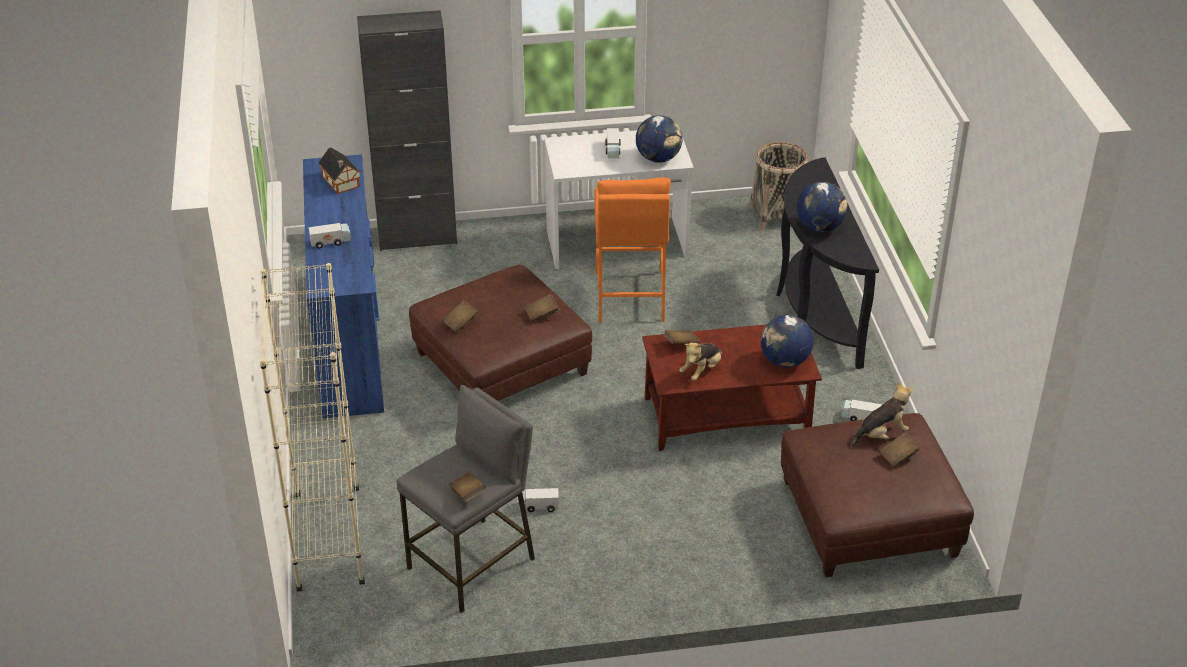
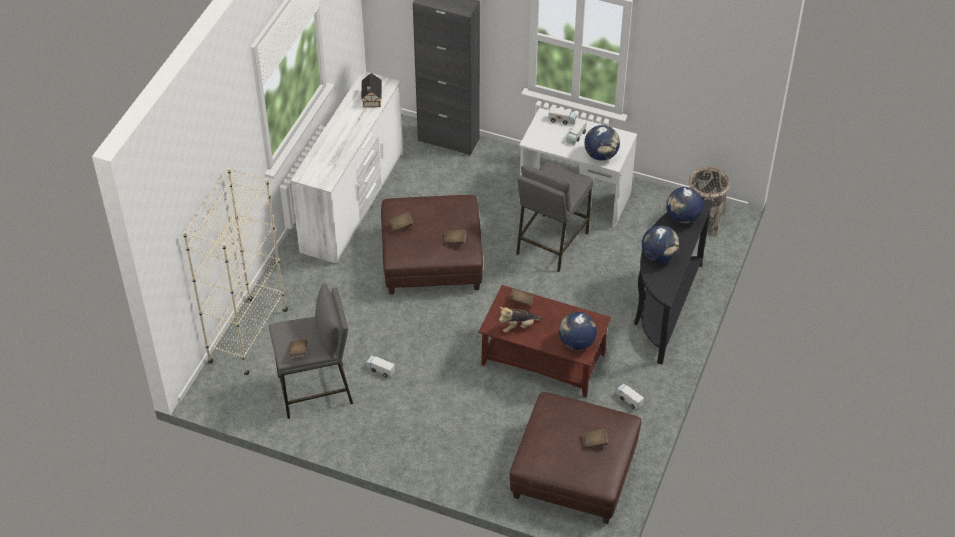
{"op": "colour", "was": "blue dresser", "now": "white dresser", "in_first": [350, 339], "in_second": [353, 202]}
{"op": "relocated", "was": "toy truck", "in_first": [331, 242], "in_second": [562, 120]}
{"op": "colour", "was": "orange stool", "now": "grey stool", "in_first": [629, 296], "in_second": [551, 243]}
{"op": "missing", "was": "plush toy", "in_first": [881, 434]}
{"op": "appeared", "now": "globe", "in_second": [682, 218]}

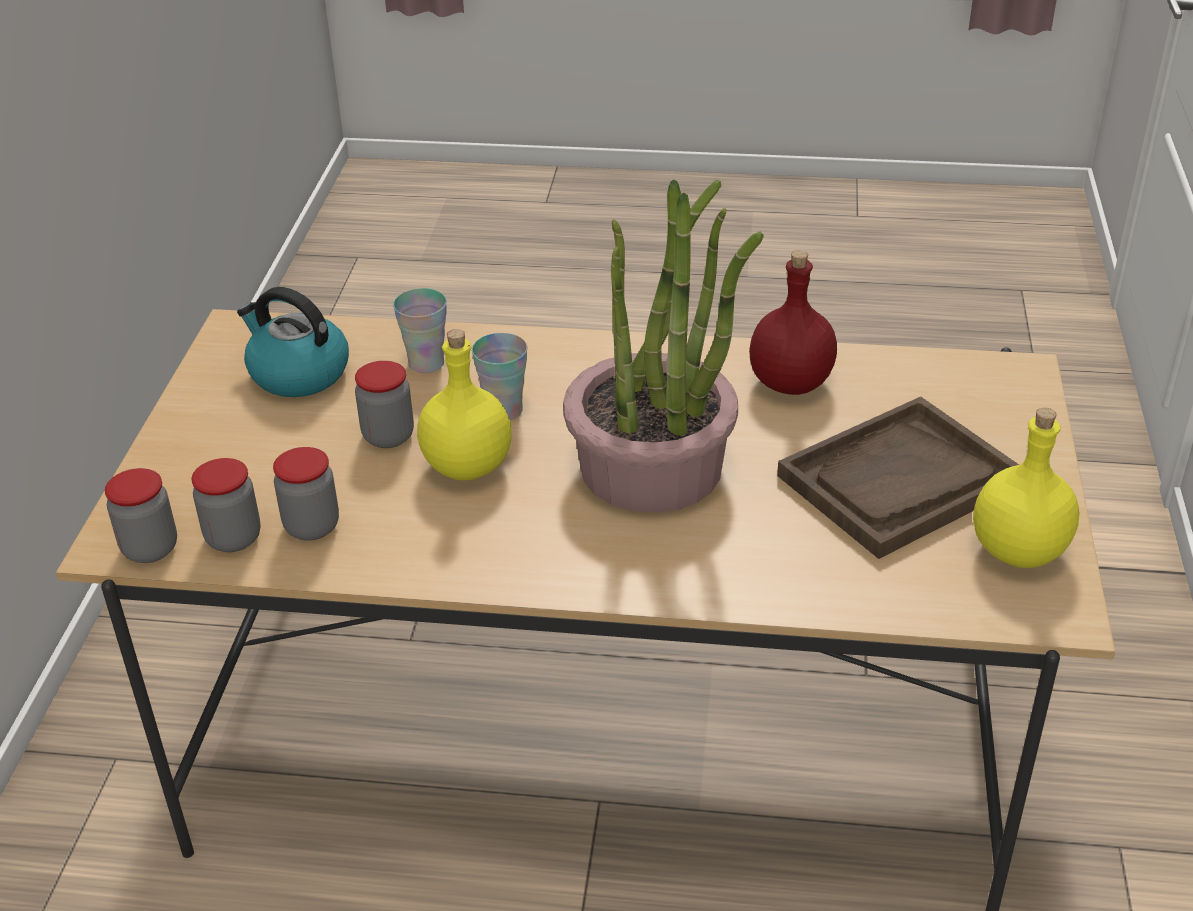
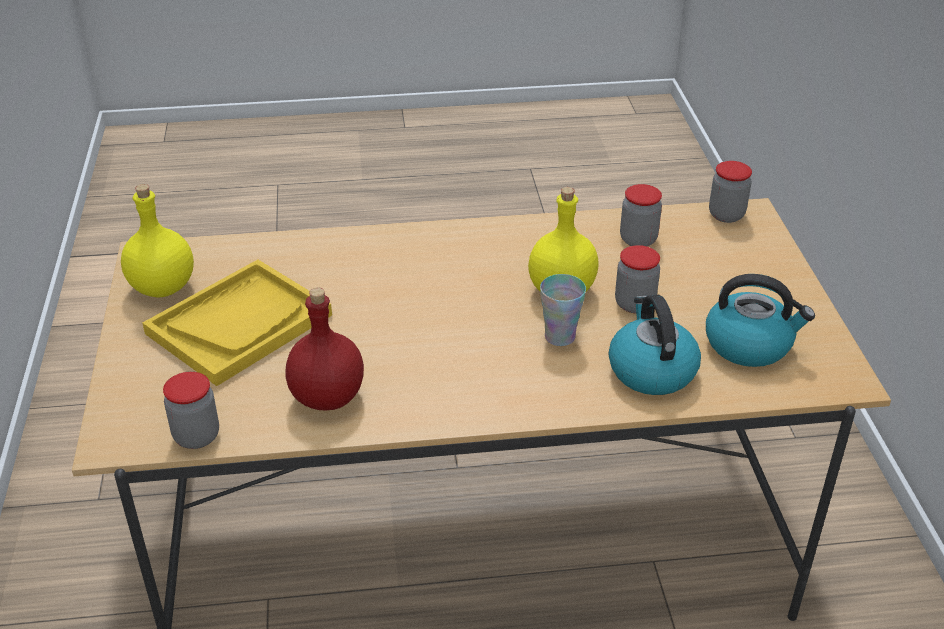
{"op": "relocated", "was": "jar", "in_first": [233, 538], "in_second": [196, 436]}
{"op": "exchanged", "was": "cup", "now": "kettle", "in_first": [426, 363], "in_second": [651, 370]}
{"op": "missing", "was": "potted plant", "in_first": [653, 467]}
{"op": "colour", "was": "brown tray", "now": "yellow tray", "in_first": [899, 481], "in_second": [239, 324]}

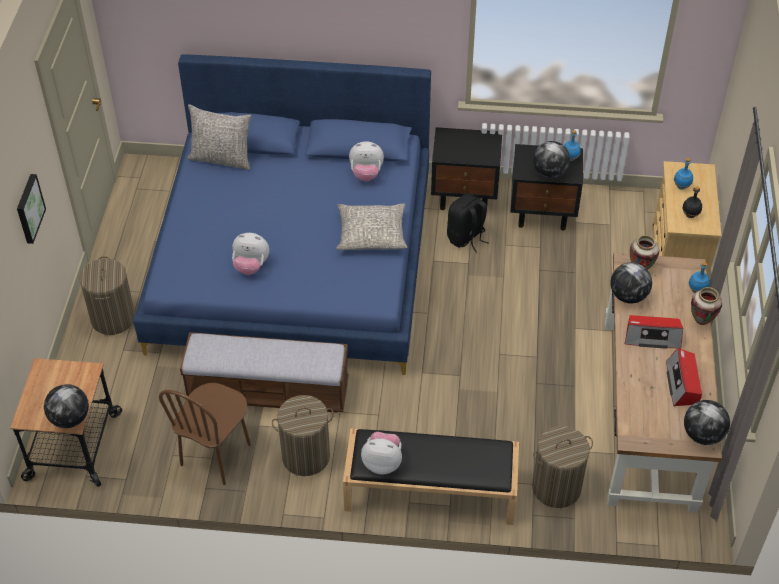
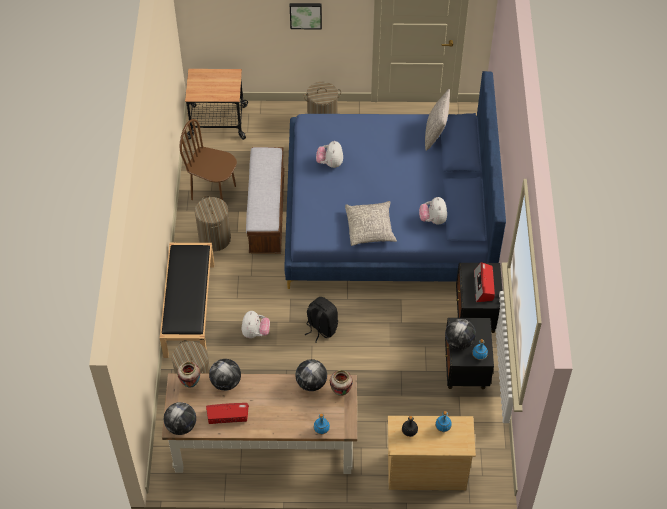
{"op": "relocated", "was": "globe", "in_first": [70, 418], "in_second": [226, 382]}
{"op": "relocated", "was": "plush toy", "in_first": [382, 462], "in_second": [255, 332]}
{"op": "relocated", "was": "black backpack", "in_first": [466, 238], "in_second": [321, 328]}
{"op": "relocated", "was": "radio", "in_first": [652, 337], "in_second": [483, 286]}
{"op": "relocated", "was": "vase", "in_first": [701, 321], "in_second": [190, 384]}

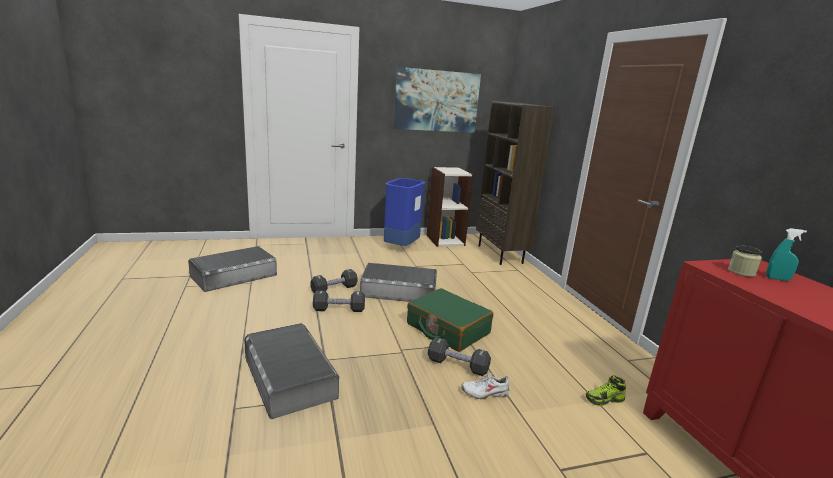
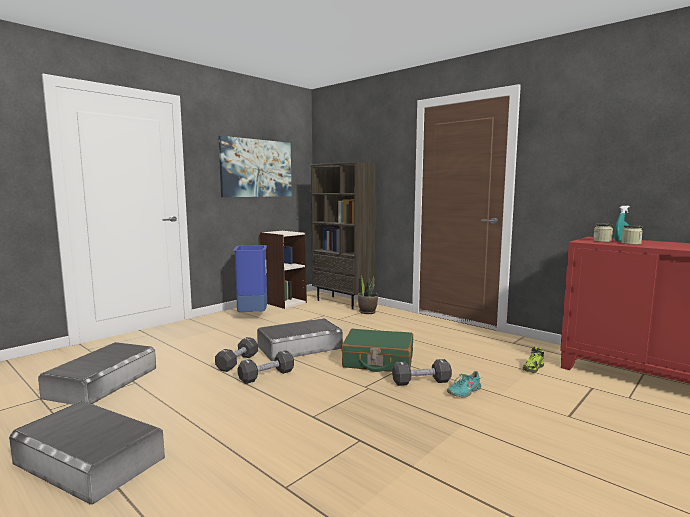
{"op": "relocated", "was": "grey storage box", "in_first": [290, 377], "in_second": [90, 460]}
{"op": "colour", "was": "white shoe", "now": "turquoise shoe", "in_first": [485, 393], "in_second": [464, 391]}
{"op": "appeared", "now": "potted plant", "in_second": [367, 312]}
{"op": "appeared", "now": "jar", "in_second": [631, 243]}

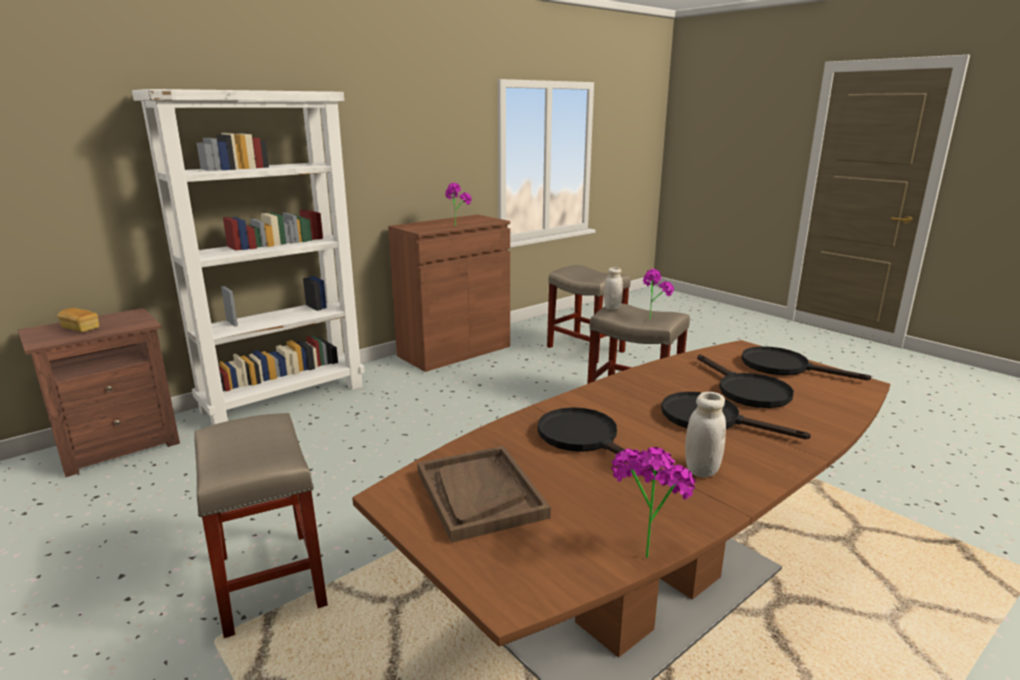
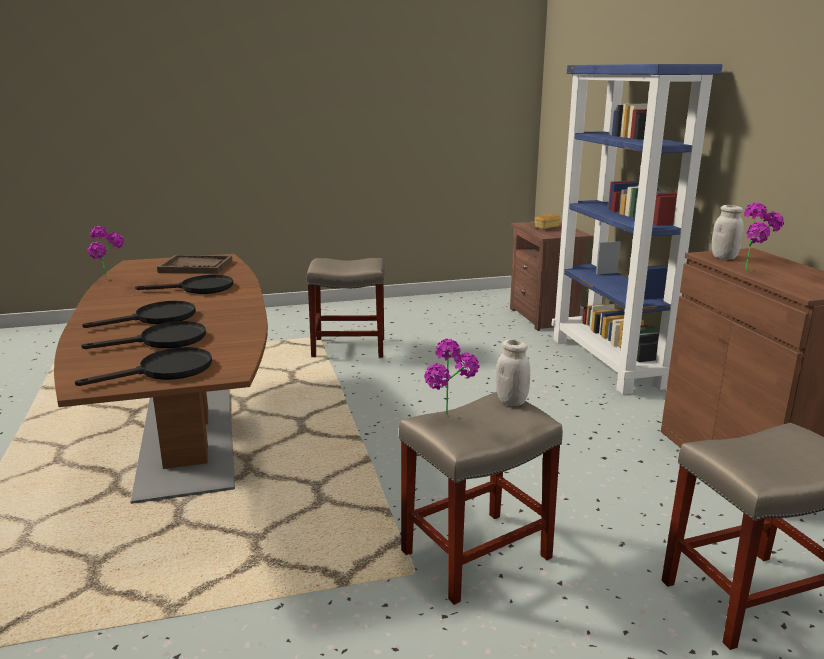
{"op": "colour", "was": "white bookcase", "now": "blue bookcase", "in_first": [285, 398], "in_second": [608, 362]}
{"op": "relocated", "was": "white jar", "in_first": [701, 470], "in_second": [724, 257]}
{"op": "spun", "was": "black frying pan", "in_first": [746, 391], "in_second": [164, 341], "clockwise": 150}

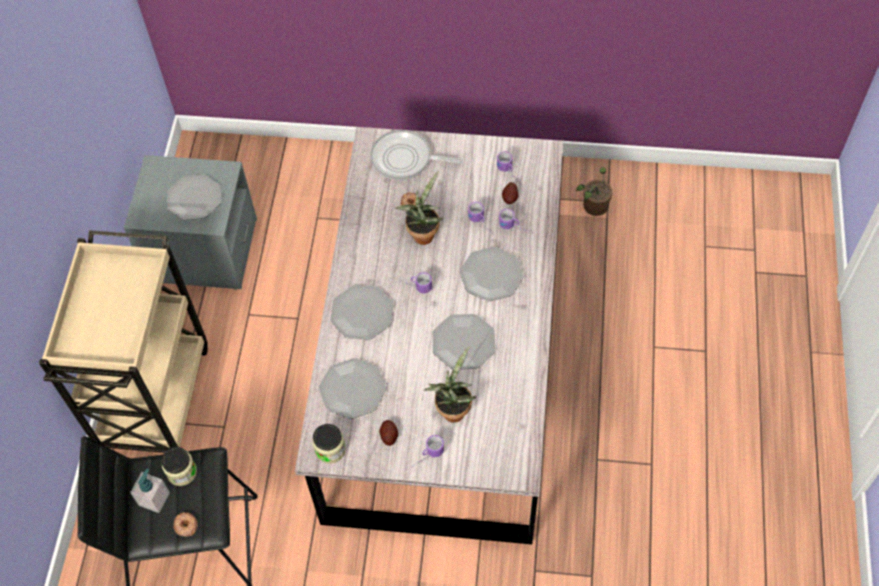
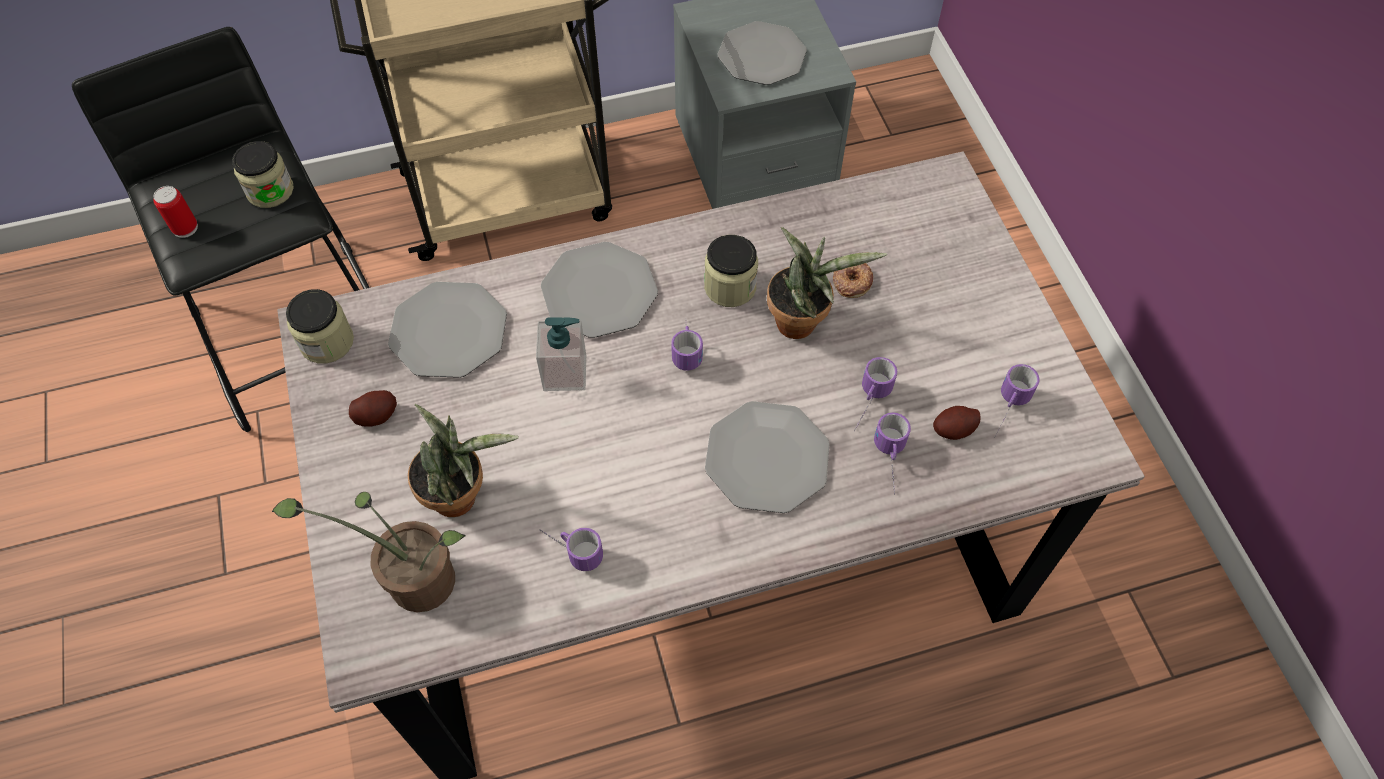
{"op": "relocated", "was": "soap dispenser", "in_first": [154, 499], "in_second": [565, 373]}
{"op": "exchanged", "was": "donut", "now": "can", "in_first": [186, 525], "in_second": [185, 228]}
{"op": "missing", "was": "frying pan", "in_first": [405, 159]}
{"op": "relocated", "was": "mug", "in_first": [426, 457], "in_second": [570, 549]}
{"op": "missing", "was": "plate", "in_first": [463, 342]}
{"op": "relocated", "was": "potted plant", "in_first": [593, 208], "in_second": [412, 577]}
{"op": "appeared", "now": "jar", "in_second": [730, 287]}

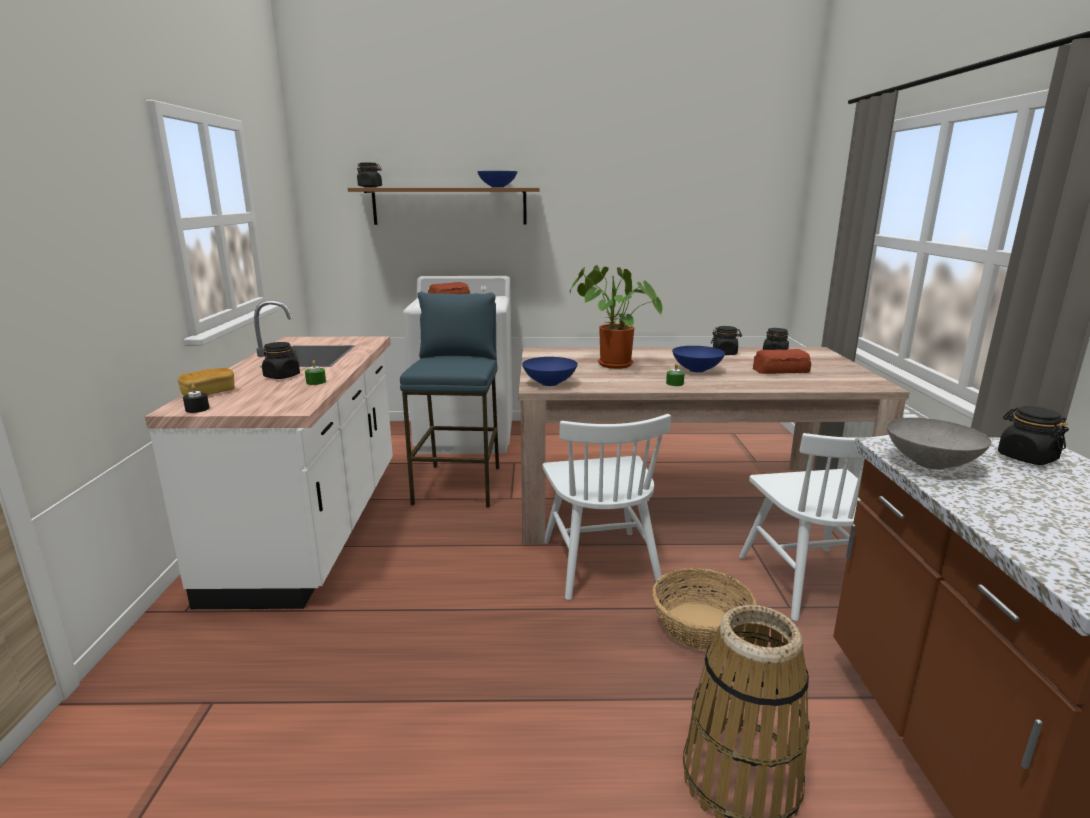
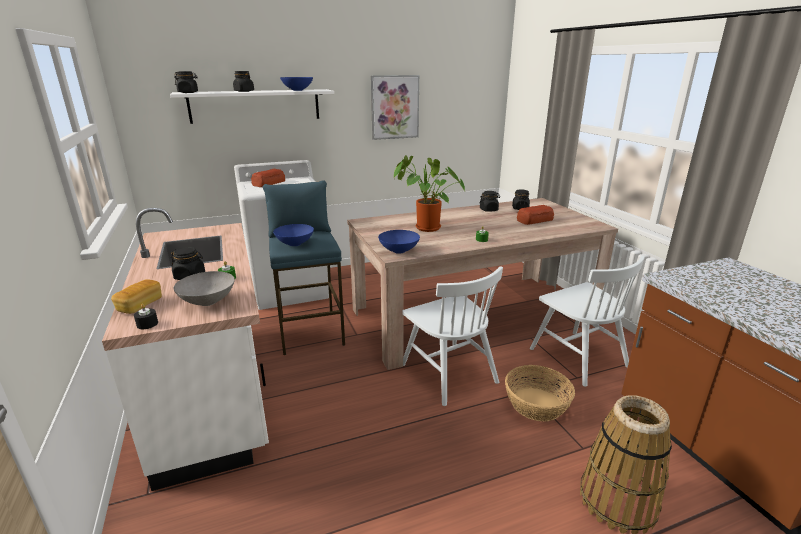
{"op": "colour", "was": "brown shelf", "now": "white shelf", "in_first": [449, 206], "in_second": [255, 106]}
{"op": "relocated", "was": "blue bowl", "in_first": [696, 370], "in_second": [294, 244]}
{"op": "relocated", "was": "grey bowl", "in_first": [929, 464], "in_second": [207, 302]}
{"op": "relocated", "was": "black jar", "in_first": [1026, 458], "in_second": [244, 91]}
{"op": "appeared", "now": "picture", "in_second": [394, 107]}

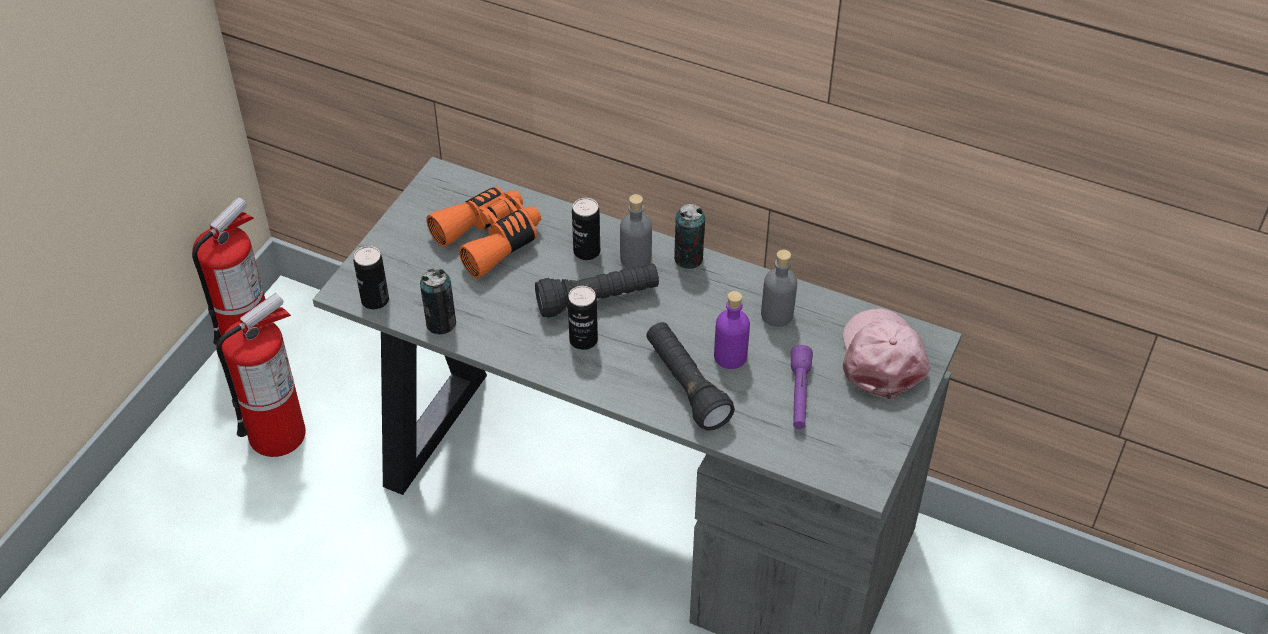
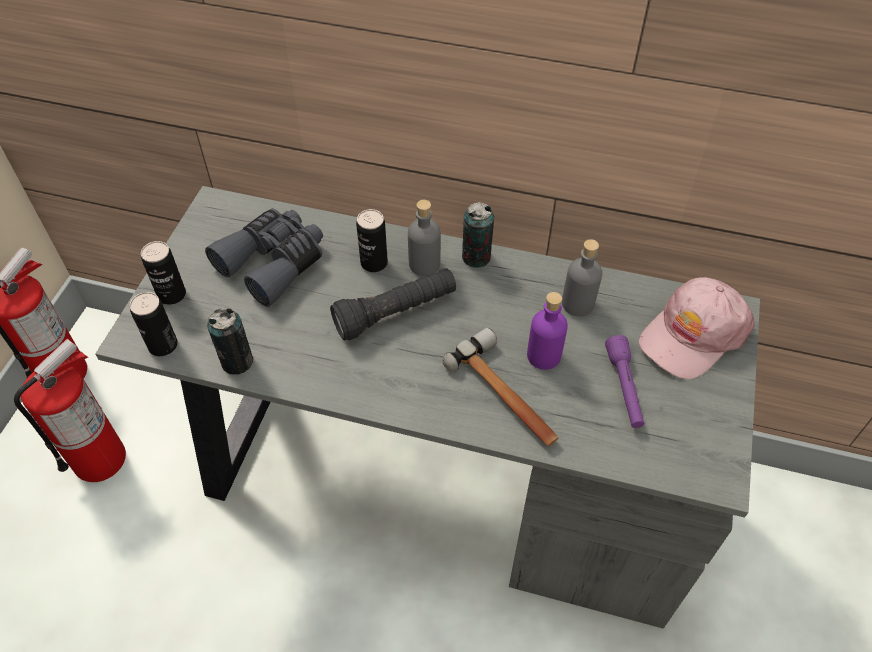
{"op": "colour", "was": "orange binoculars", "now": "grey binoculars", "in_first": [490, 239], "in_second": [274, 262]}
{"op": "relocated", "was": "can", "in_first": [583, 340], "in_second": [172, 295]}
{"op": "exchanged", "was": "black flashlight", "now": "hammer", "in_first": [686, 386], "in_second": [507, 395]}
{"op": "spun", "was": "pink cap", "in_first": [882, 357], "in_second": [693, 335], "clockwise": -120}

